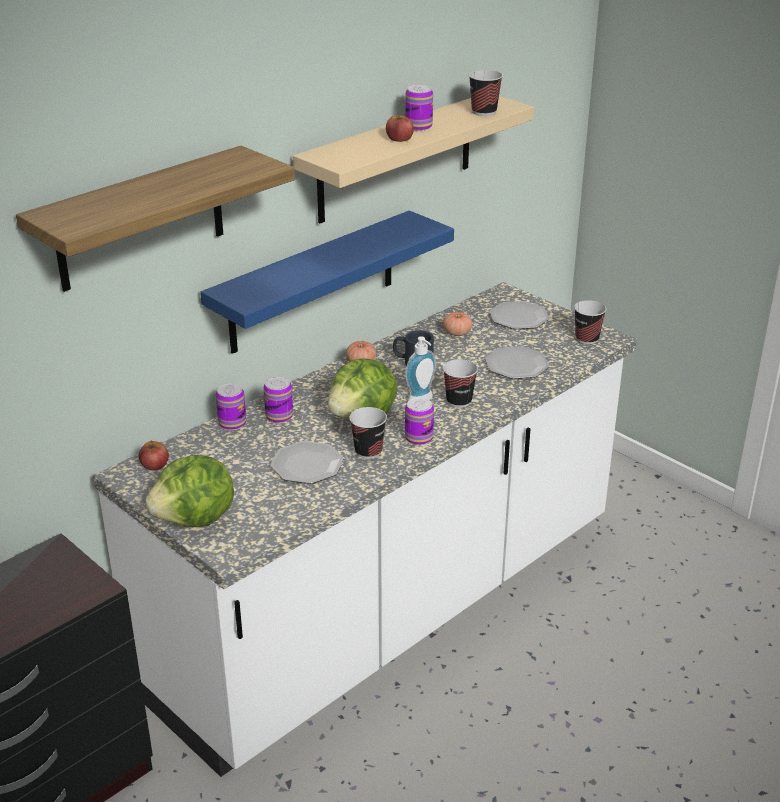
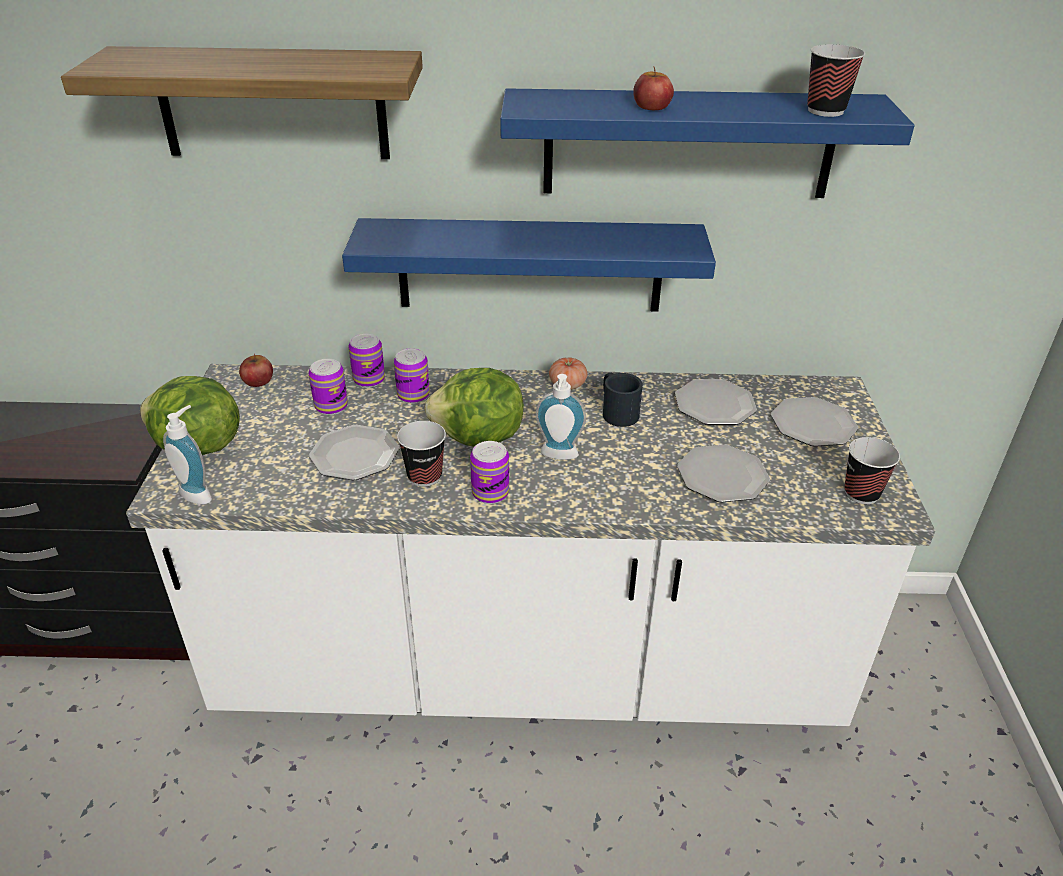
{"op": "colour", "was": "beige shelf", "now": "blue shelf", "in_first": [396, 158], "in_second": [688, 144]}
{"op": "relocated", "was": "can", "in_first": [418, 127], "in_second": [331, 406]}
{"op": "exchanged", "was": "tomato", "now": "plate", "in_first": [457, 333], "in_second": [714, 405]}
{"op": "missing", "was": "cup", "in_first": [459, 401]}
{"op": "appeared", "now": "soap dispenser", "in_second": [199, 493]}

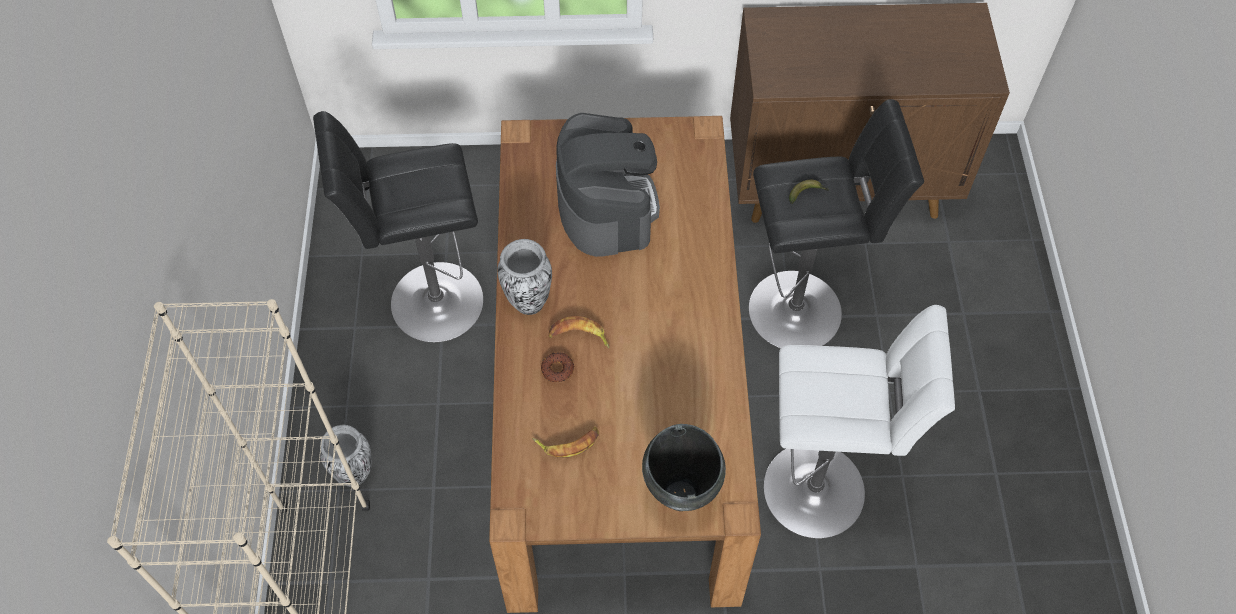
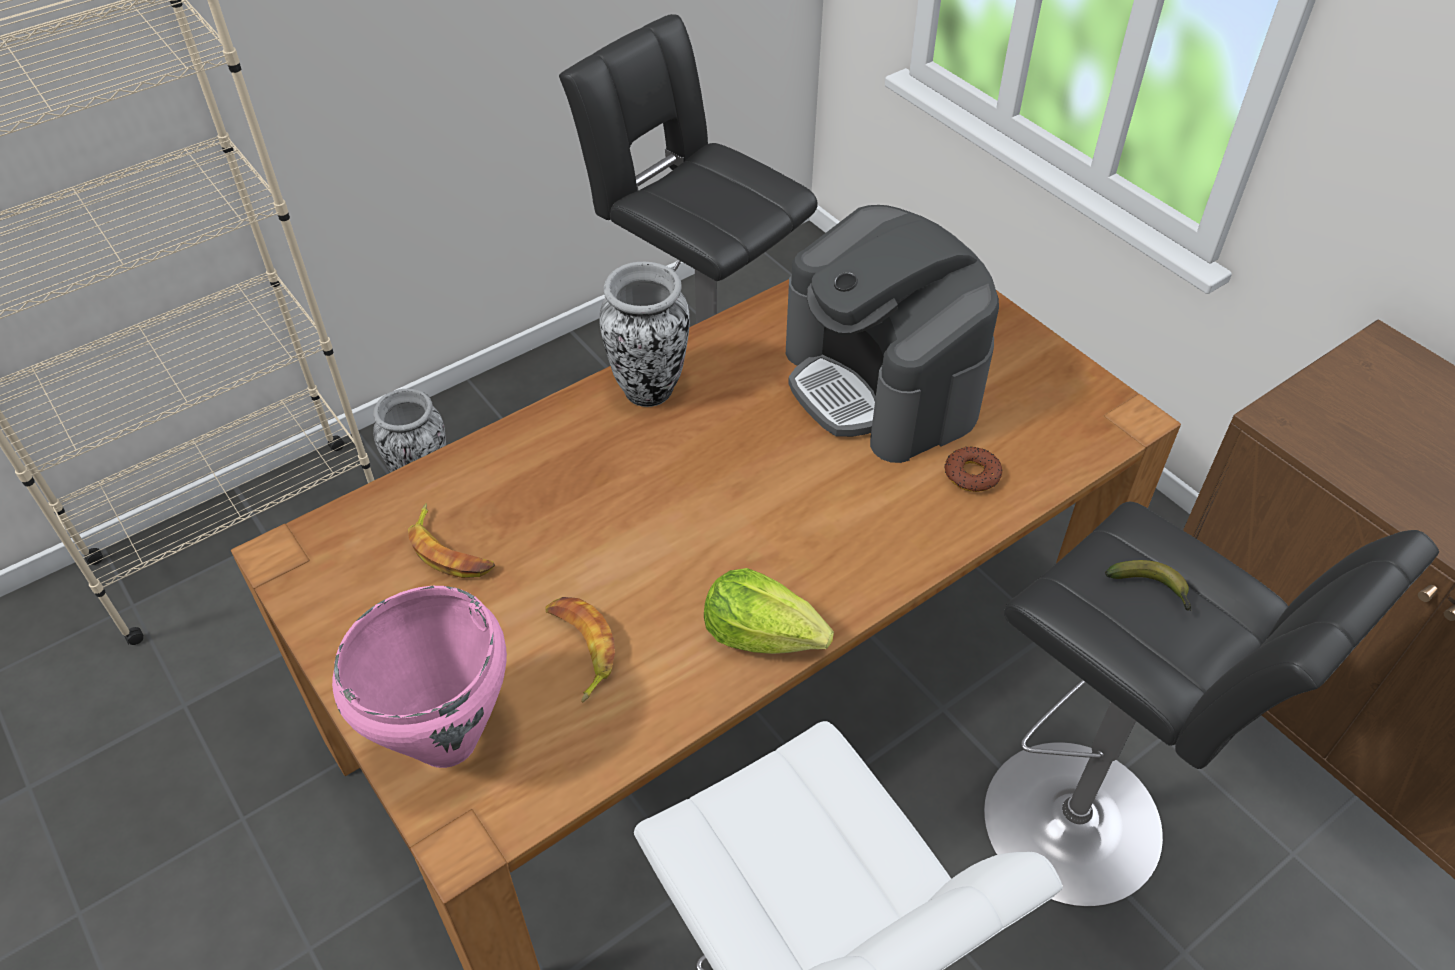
{"op": "relocated", "was": "donut", "in_first": [557, 369], "in_second": [971, 474]}
{"op": "relocated", "was": "banana", "in_first": [579, 336], "in_second": [579, 649]}
{"op": "spun", "was": "coffee machine", "in_first": [606, 206], "in_second": [882, 384], "clockwise": 105}
{"op": "colour", "was": "black cooking pot", "now": "pink cooking pot", "in_first": [681, 495], "in_second": [448, 740]}
{"op": "appeared", "now": "lettuce", "in_second": [763, 634]}

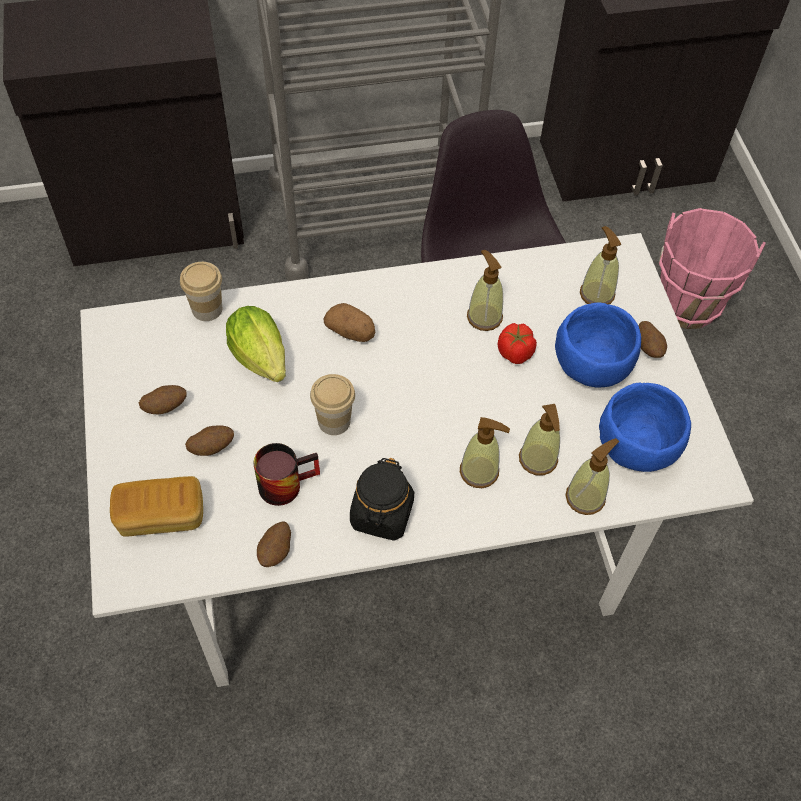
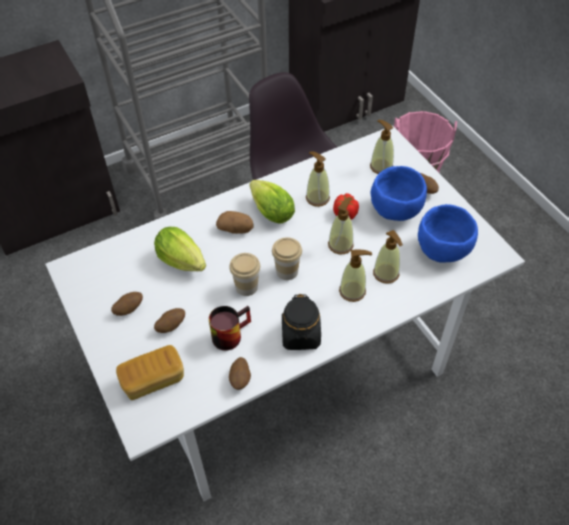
{"op": "relocated", "was": "cup", "in_first": [207, 309], "in_second": [287, 271]}
{"op": "relocated", "was": "soap dispenser", "in_first": [585, 497], "in_second": [340, 245]}
{"op": "appeared", "now": "lettuce", "in_second": [269, 210]}

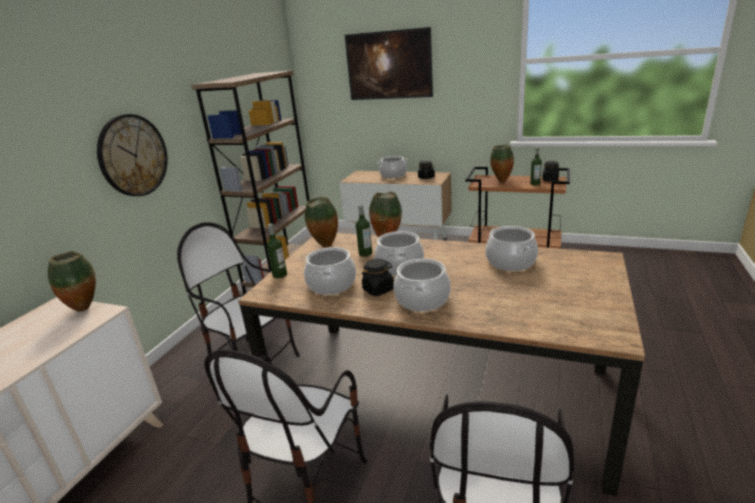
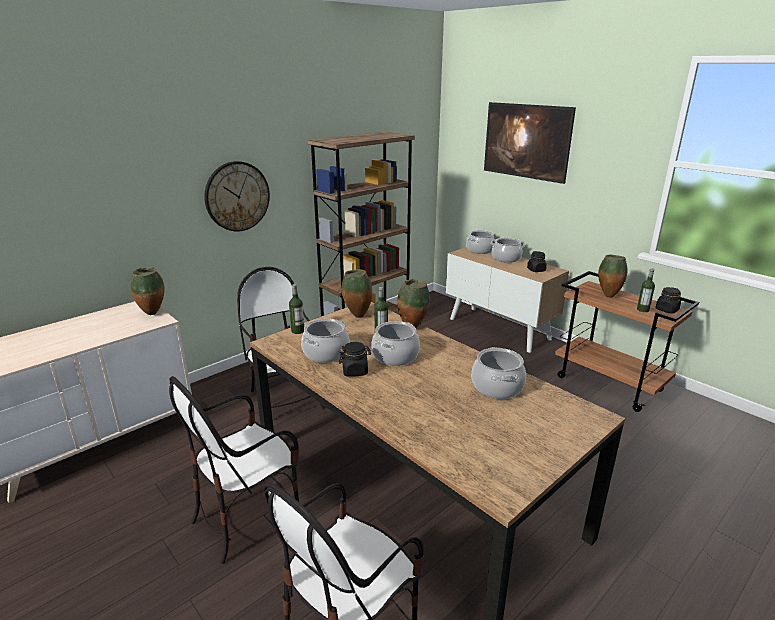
{"op": "relocated", "was": "cooking pot", "in_first": [422, 299], "in_second": [479, 250]}

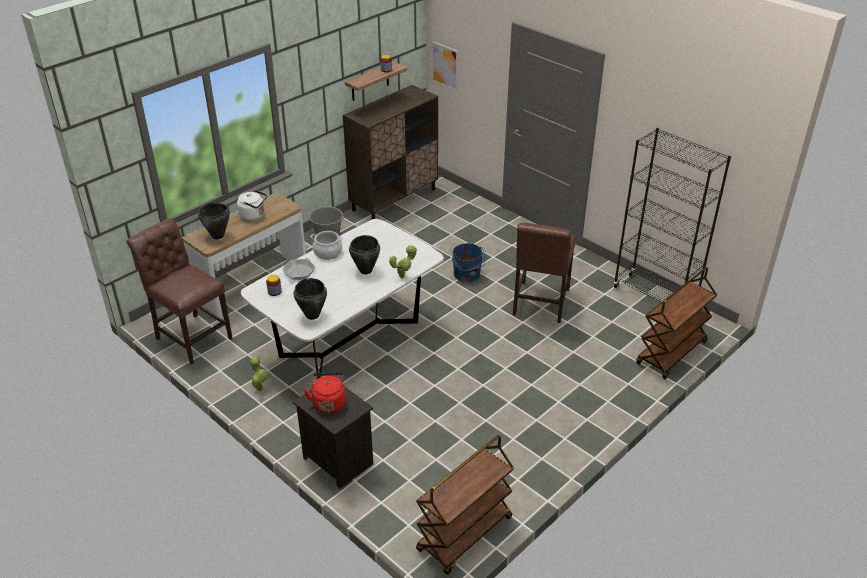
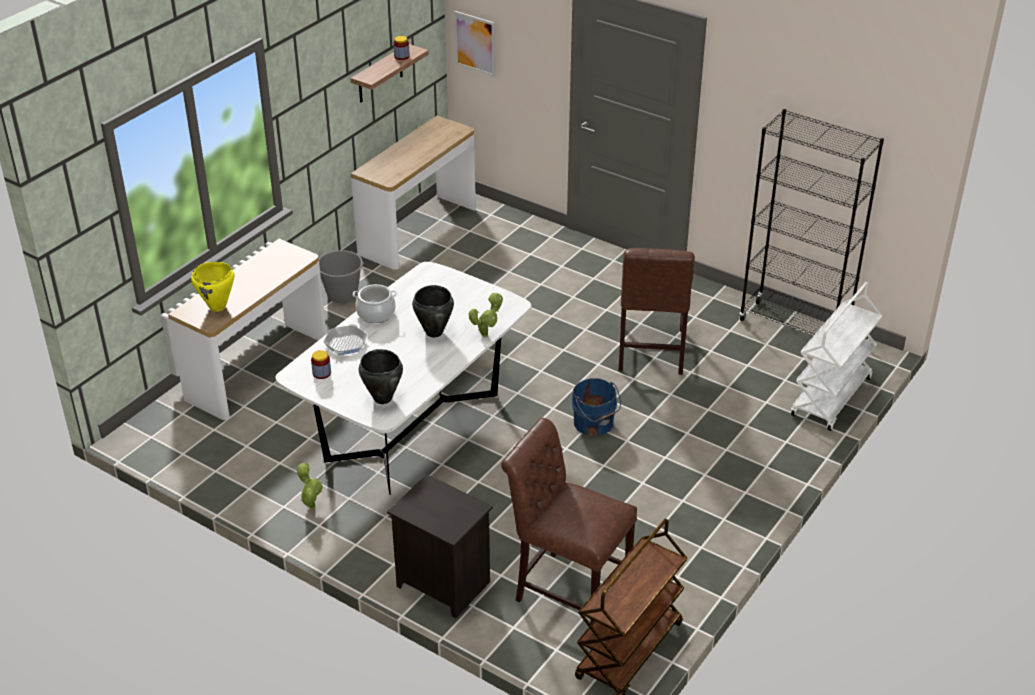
{"op": "relocated", "was": "brown chair", "in_first": [191, 336], "in_second": [567, 589]}
{"op": "colour", "was": "black cooking pot", "now": "yellow cooking pot", "in_first": [218, 236], "in_second": [217, 307]}
{"op": "missing", "was": "white kettle", "in_first": [254, 215]}
{"op": "missing", "was": "red kettle", "in_first": [329, 402]}
{"op": "exchanged", "was": "brown cabinet", "now": "console table", "in_first": [394, 199], "in_second": [418, 231]}
{"op": "relocated", "was": "blue bucket", "in_first": [467, 275], "in_second": [594, 424]}
{"op": "colour", "was": "brown cart", "now": "white cart", "in_first": [671, 354], "in_second": [831, 398]}

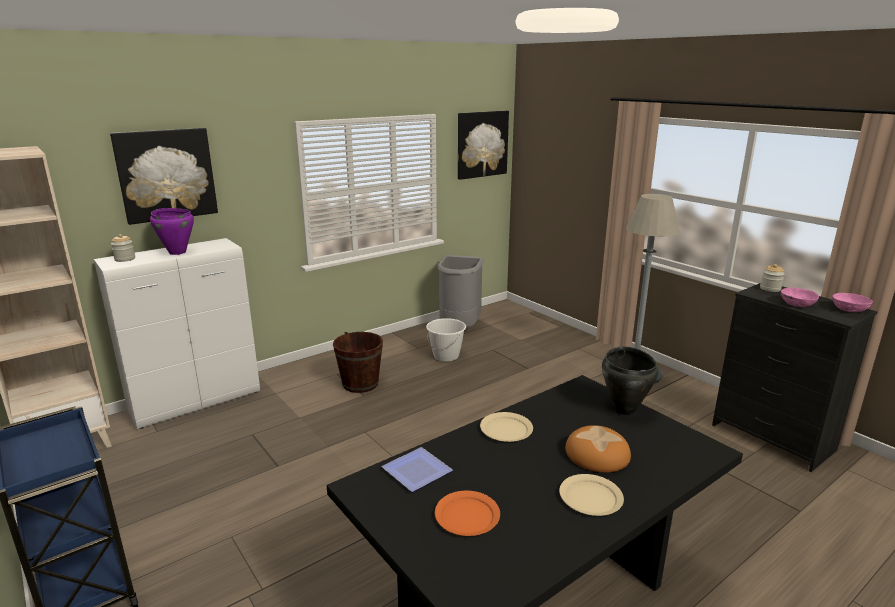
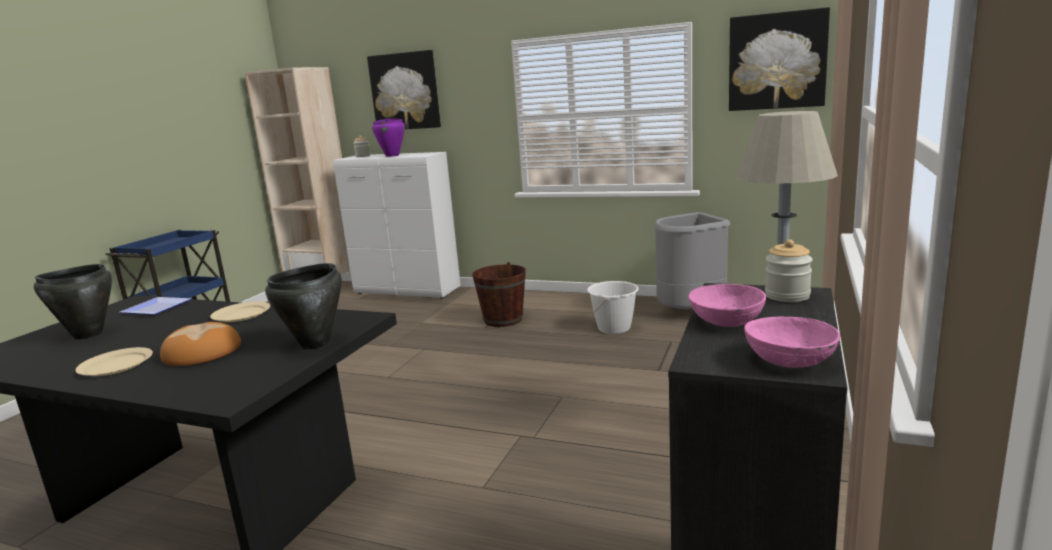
{"op": "exchanged", "was": "orange plate", "now": "black cooking pot", "in_first": [467, 516], "in_second": [87, 335]}

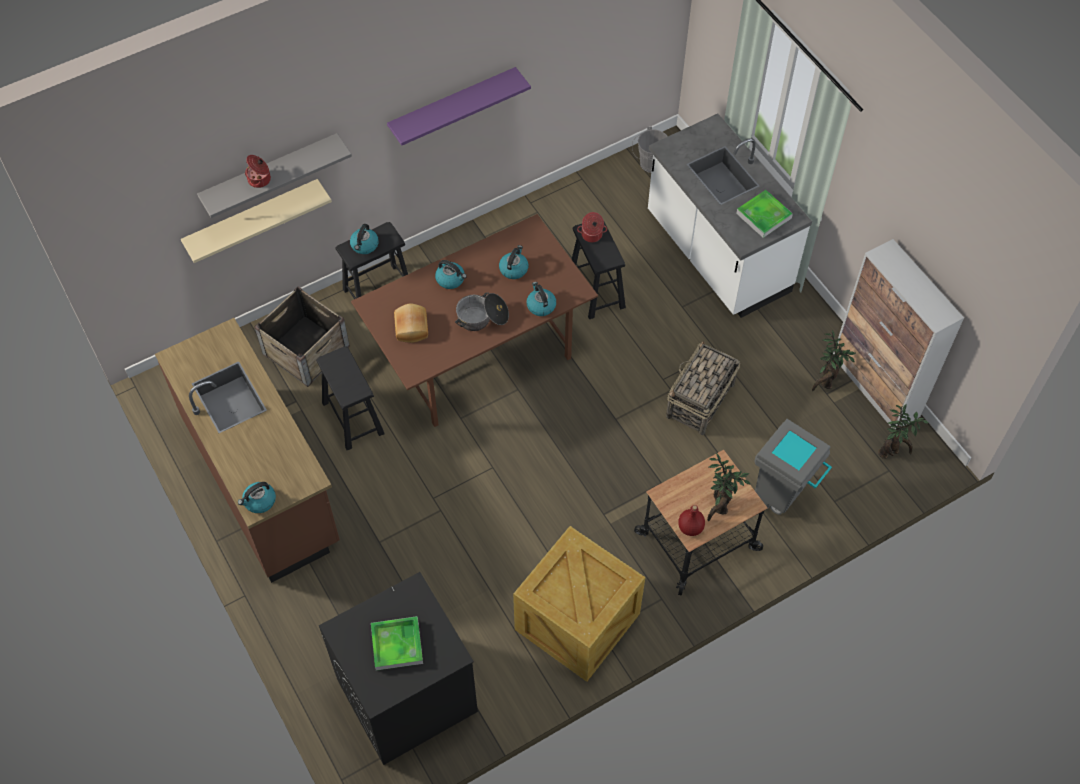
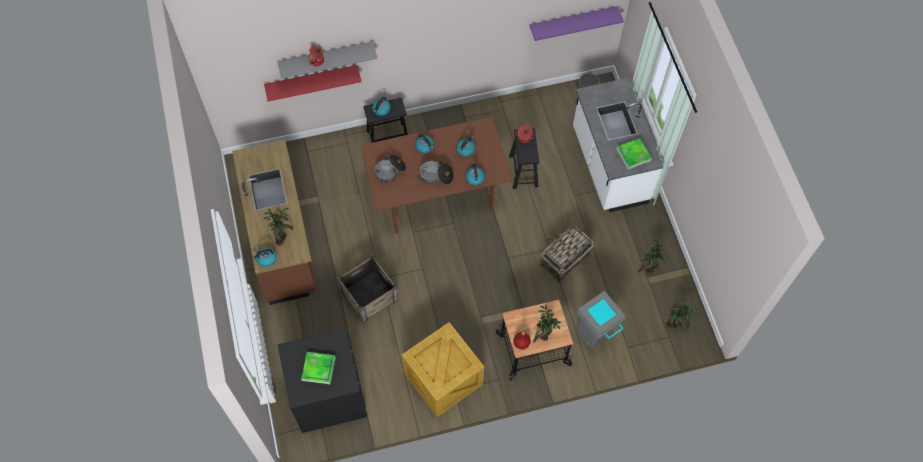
{"op": "colour", "was": "beige shelf", "now": "red shelf", "in_first": [252, 219], "in_second": [312, 80]}
{"op": "relocated", "was": "crate", "in_first": [305, 350], "in_second": [369, 296]}
{"op": "missing", "was": "black stool", "in_first": [353, 418]}
{"op": "relocated", "was": "purple shelf", "in_first": [452, 106], "in_second": [572, 21]}
{"op": "exchanged", "was": "bread", "now": "cooking pot", "in_first": [410, 328], "in_second": [390, 172]}
{"op": "missing", "was": "cabinet", "in_first": [875, 386]}
{"op": "appeared", "now": "potted plant", "in_second": [283, 237]}

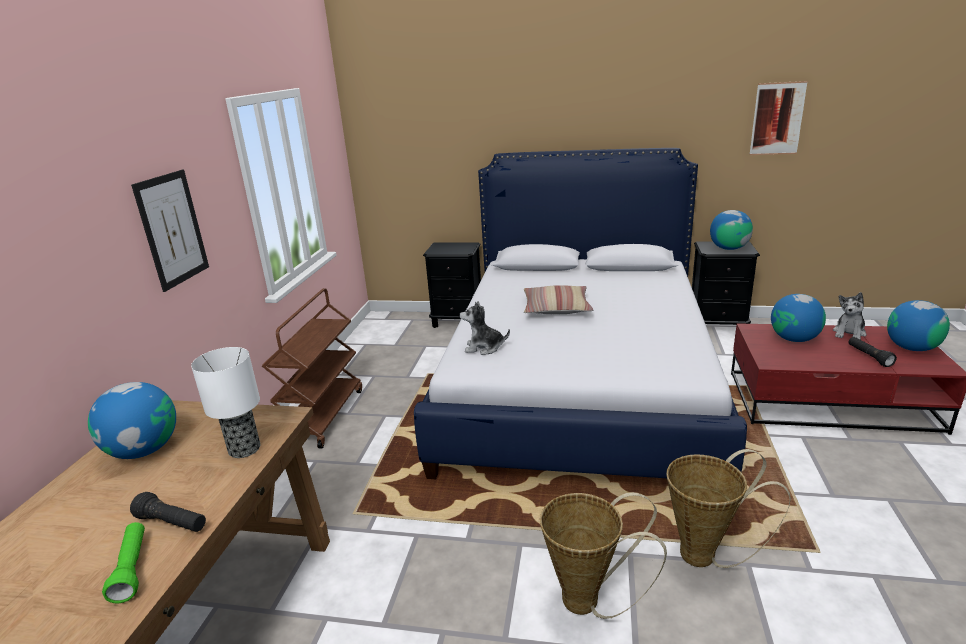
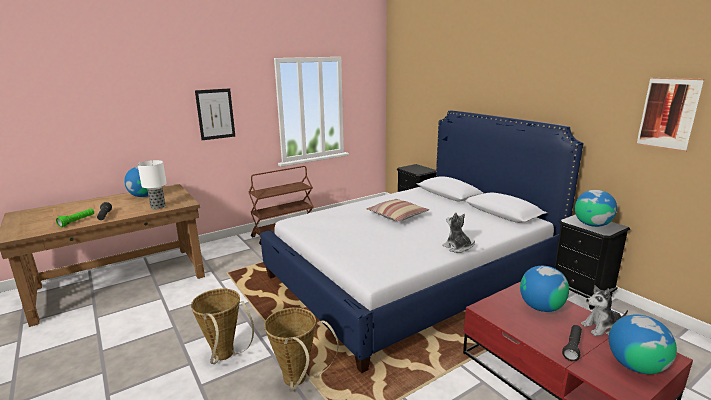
{"op": "relocated", "was": "plush toy", "in_first": [484, 348], "in_second": [457, 248]}

